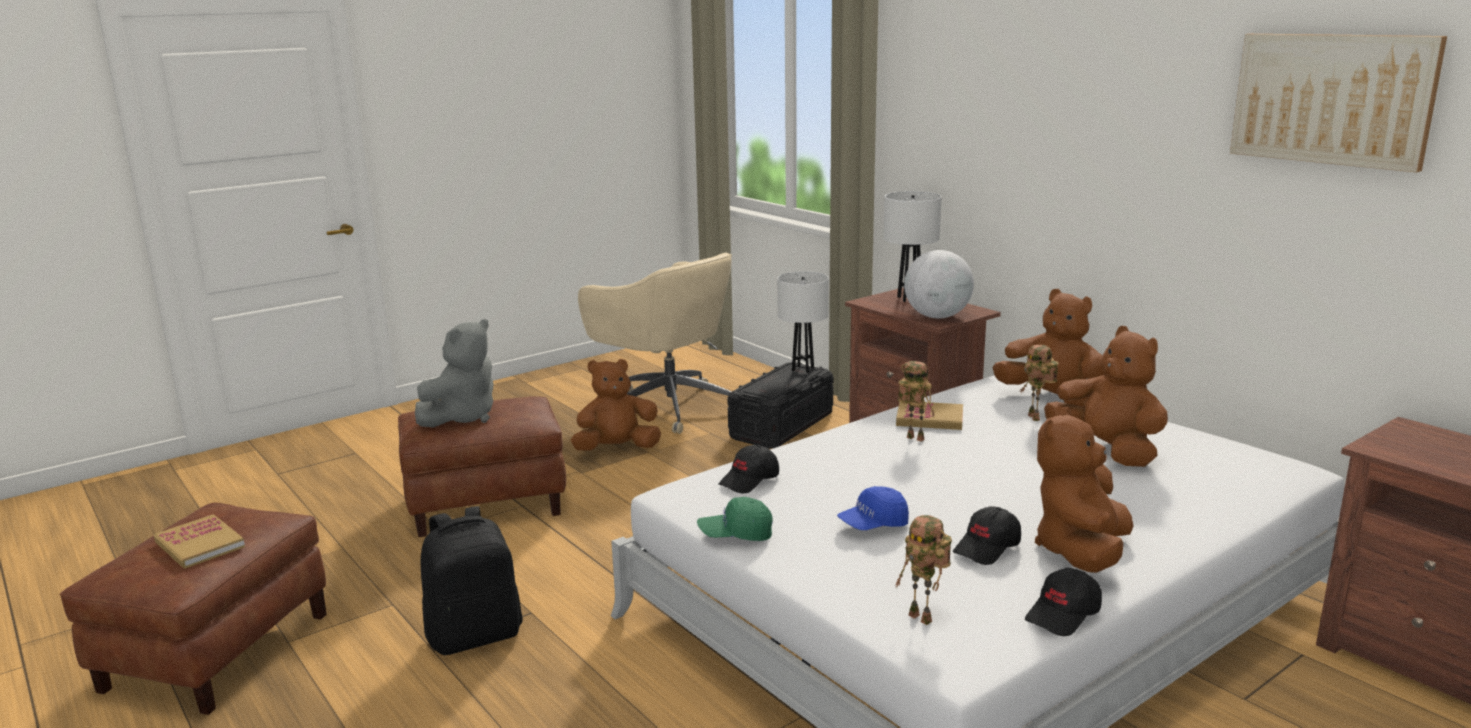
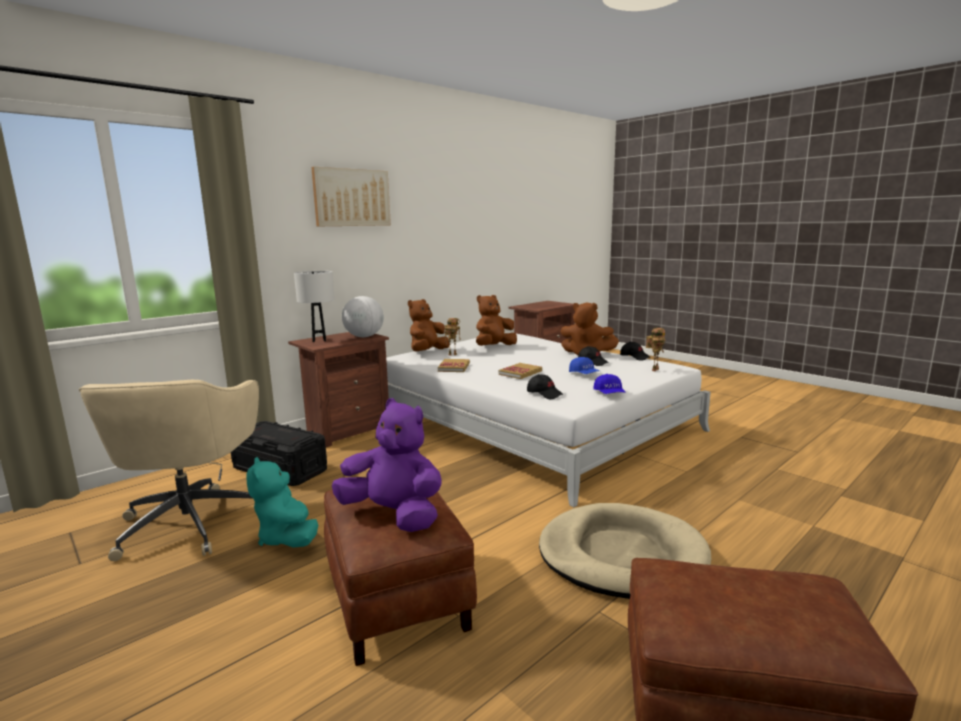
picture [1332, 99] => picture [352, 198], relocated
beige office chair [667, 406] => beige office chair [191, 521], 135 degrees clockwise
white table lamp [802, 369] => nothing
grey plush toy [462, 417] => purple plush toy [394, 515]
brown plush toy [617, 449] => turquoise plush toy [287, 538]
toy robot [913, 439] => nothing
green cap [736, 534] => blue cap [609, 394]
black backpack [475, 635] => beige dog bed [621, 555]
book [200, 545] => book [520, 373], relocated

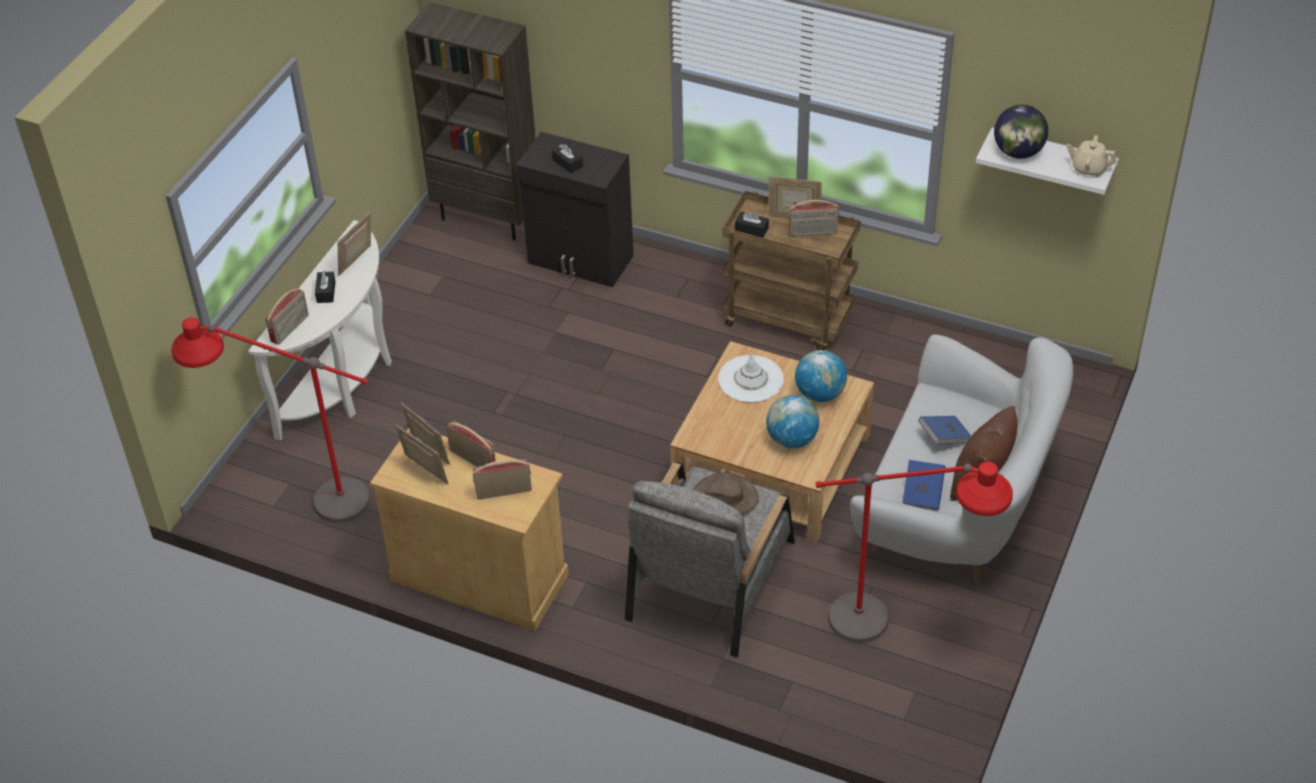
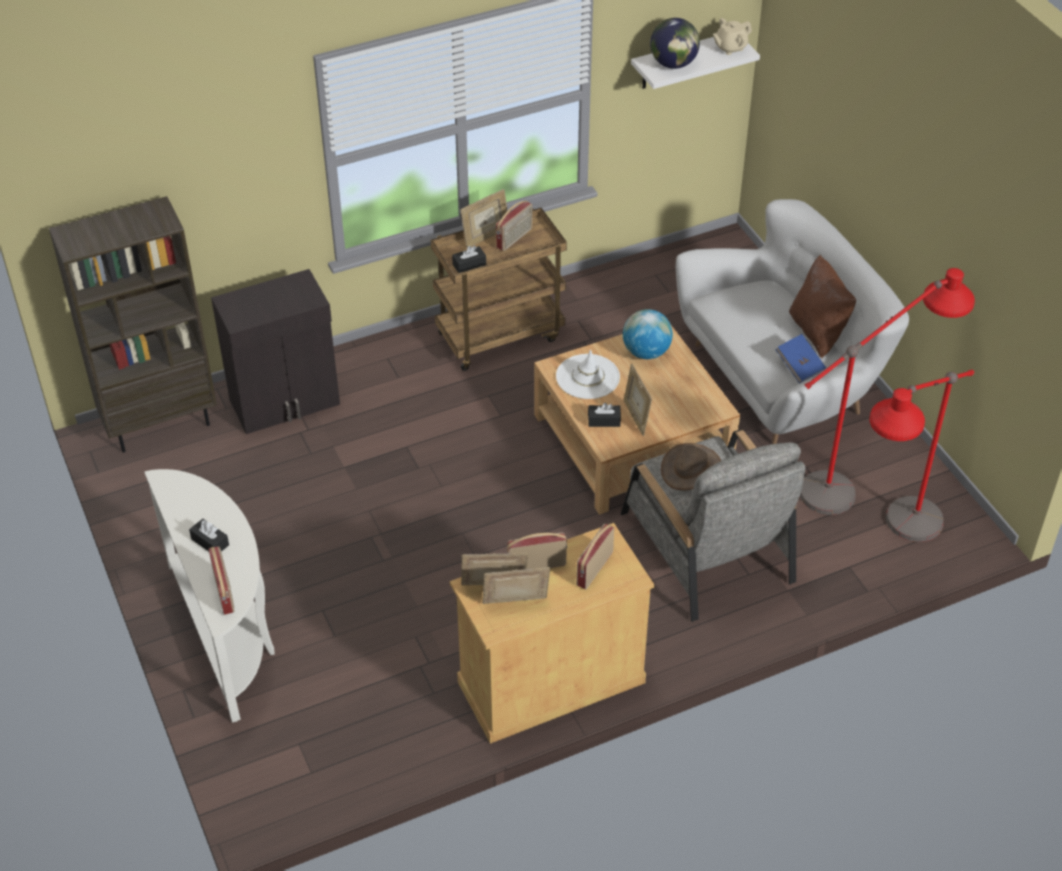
black tissue box [567, 163] => black tissue box [604, 420], relocated
picture frame [357, 261] => picture frame [636, 417], relocated
red floor lamp [301, 502] => red floor lamp [893, 544], relocated
globe [791, 439] => nothing
blue book [944, 437] => nothing

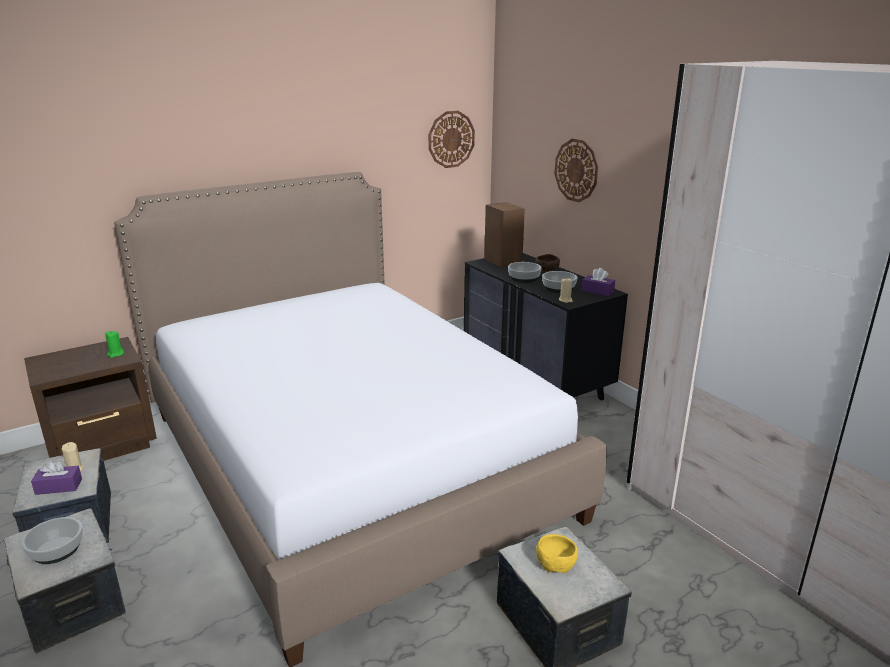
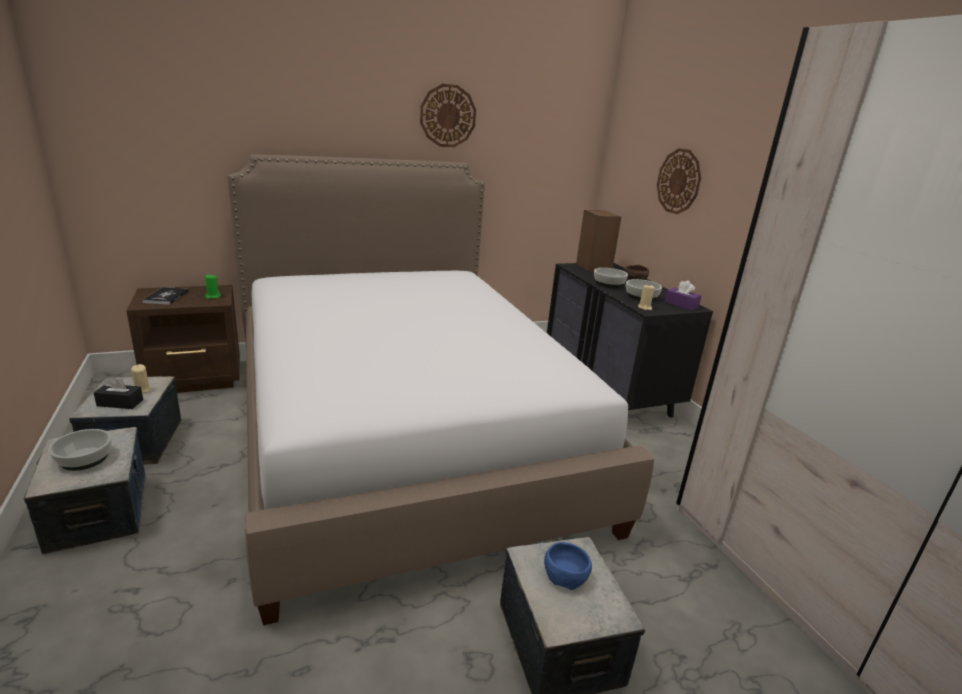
wall clock [451, 139] => wall clock [448, 116], relocated
purple tissue box [59, 487] => black tissue box [120, 403]
yellow bowl [555, 562] => blue bowl [565, 575]
nothing => book [166, 297]

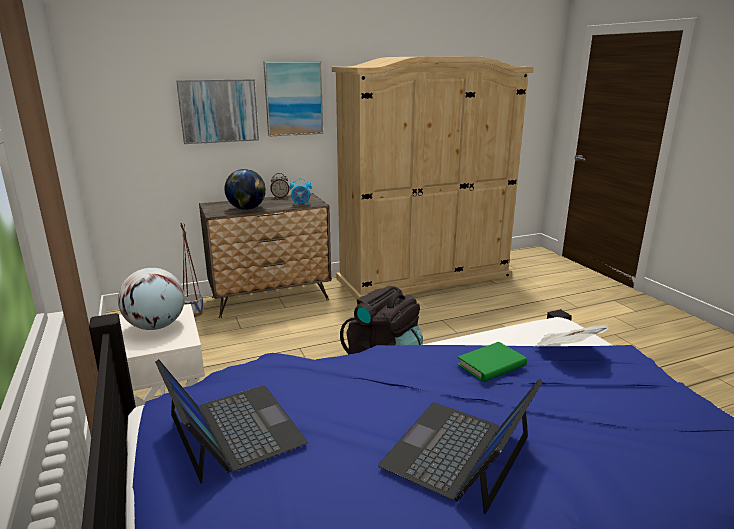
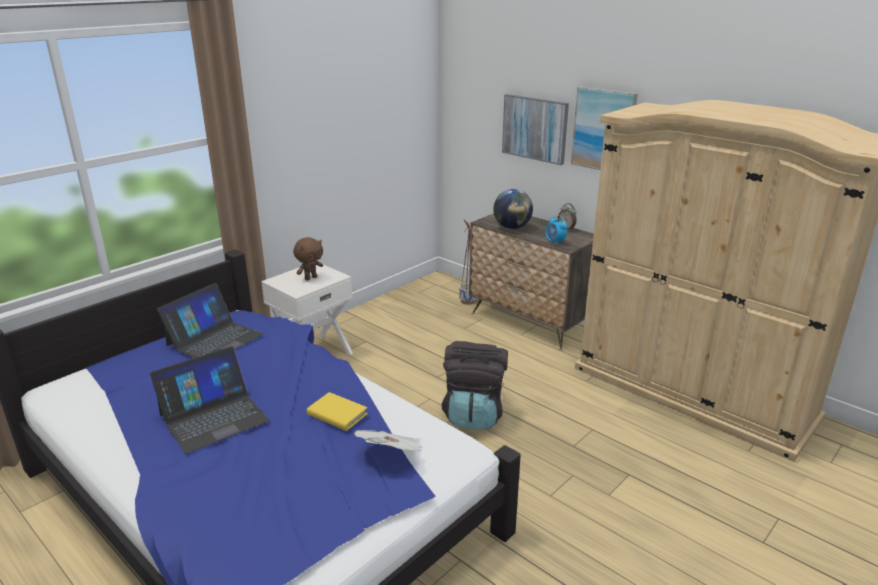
globe [156, 326] => brown plush toy [310, 278]
green book [491, 365] => yellow book [337, 414]
laptop [459, 453] => laptop [213, 417], 135 degrees clockwise

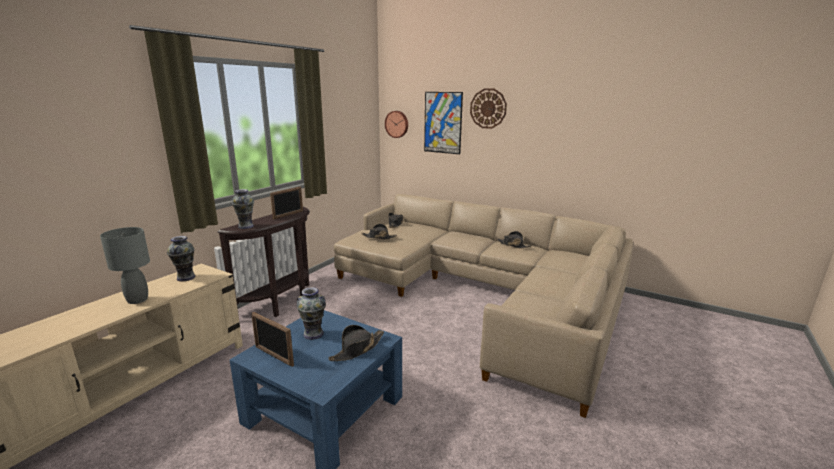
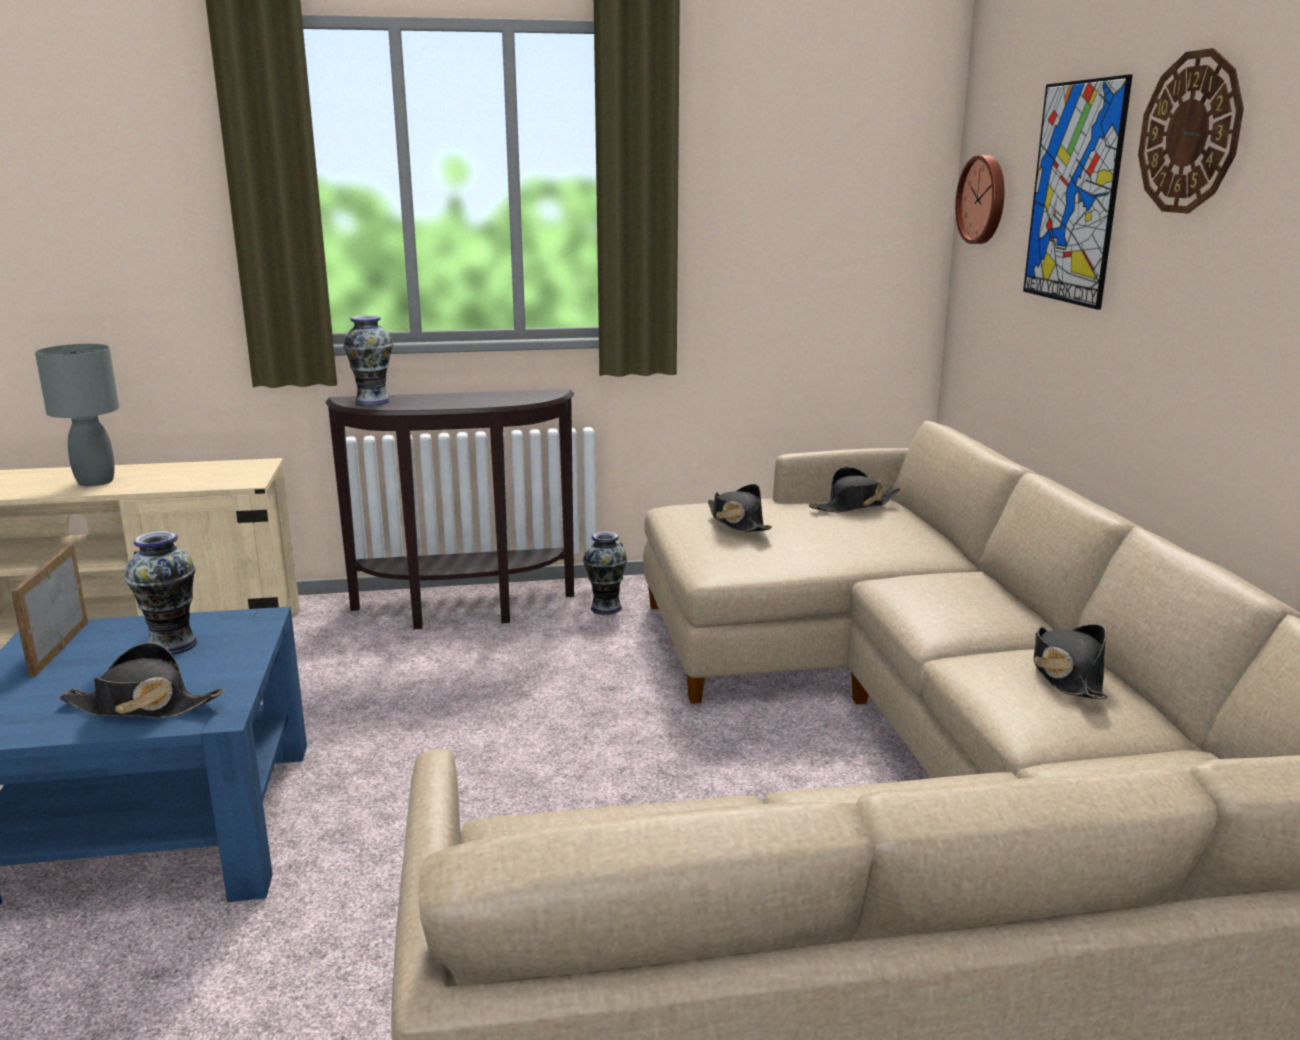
picture frame [288, 215] => nothing
vase [186, 277] => vase [606, 608], relocated

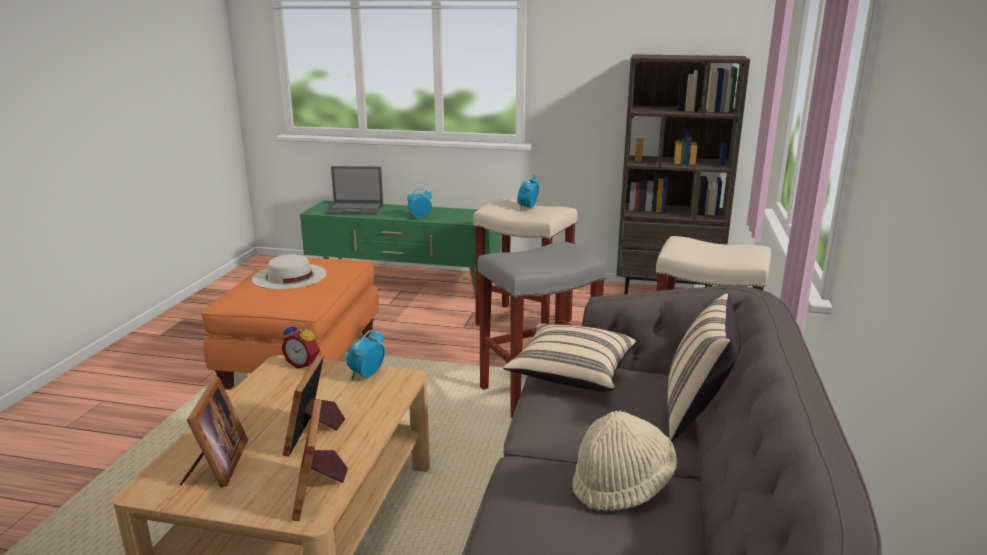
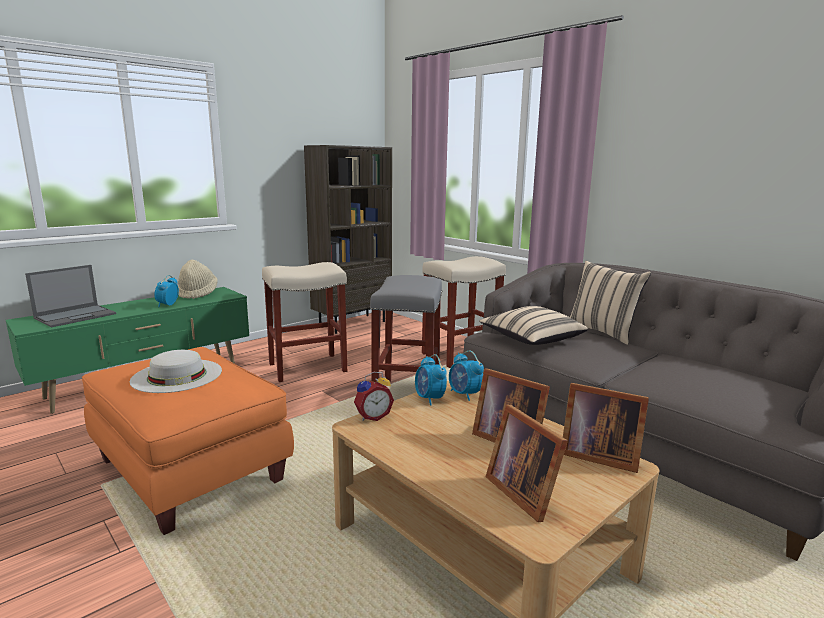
alarm clock [527, 208] => alarm clock [464, 394], relocated
picture frame [216, 466] => picture frame [523, 491], 150 degrees counterclockwise
beige hat [622, 485] => beige hat [198, 293], relocated

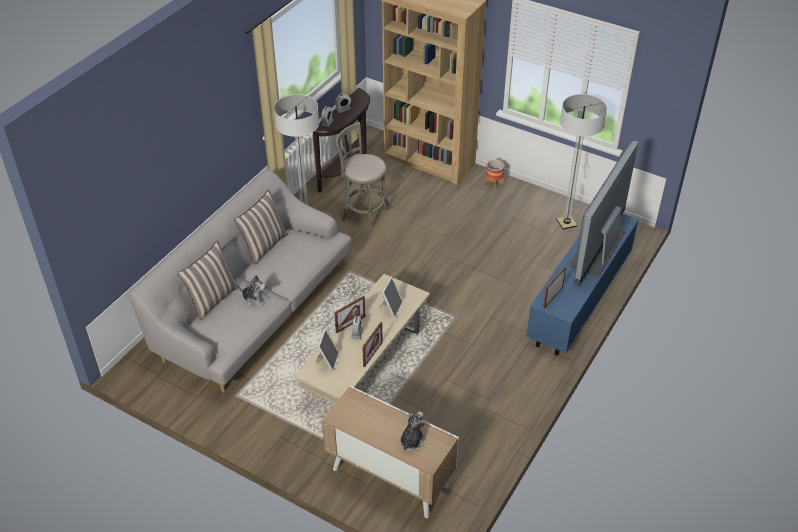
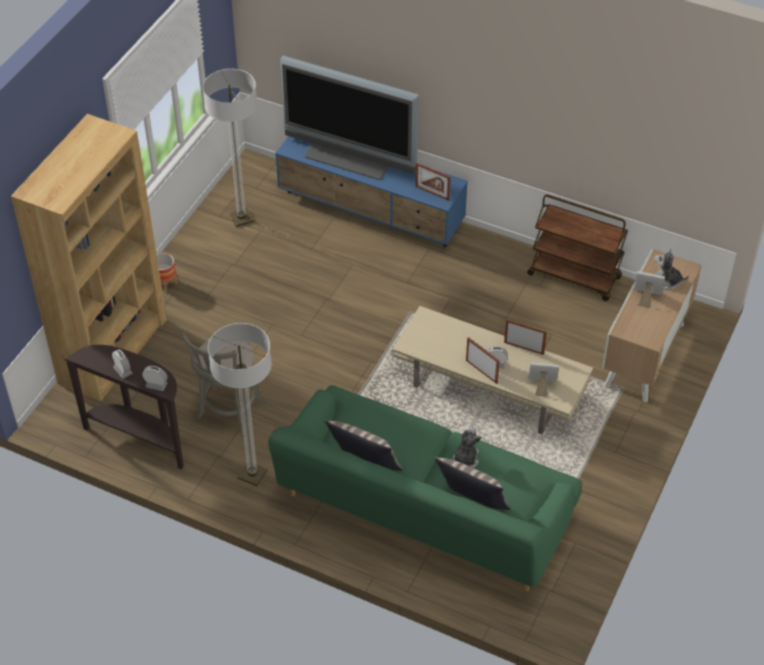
grey sofa [253, 309] => green sofa [424, 509]
picture frame [391, 308] => picture frame [646, 298], relocated
nothing => brown cart [575, 276]

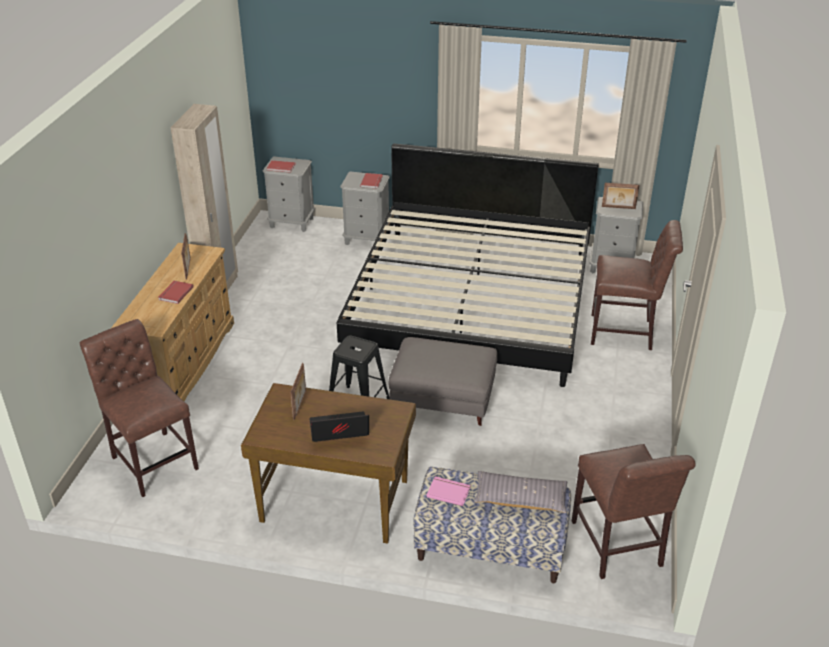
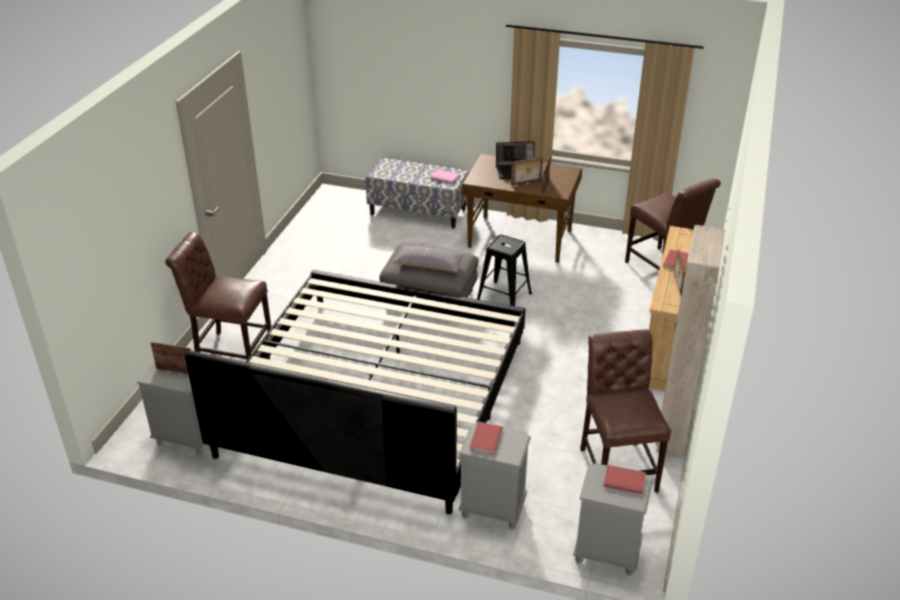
brown chair [618, 547] => brown chair [617, 466], relocated
grey pillow [520, 499] => grey pillow [428, 265], relocated
nothing => picture frame [526, 183]

